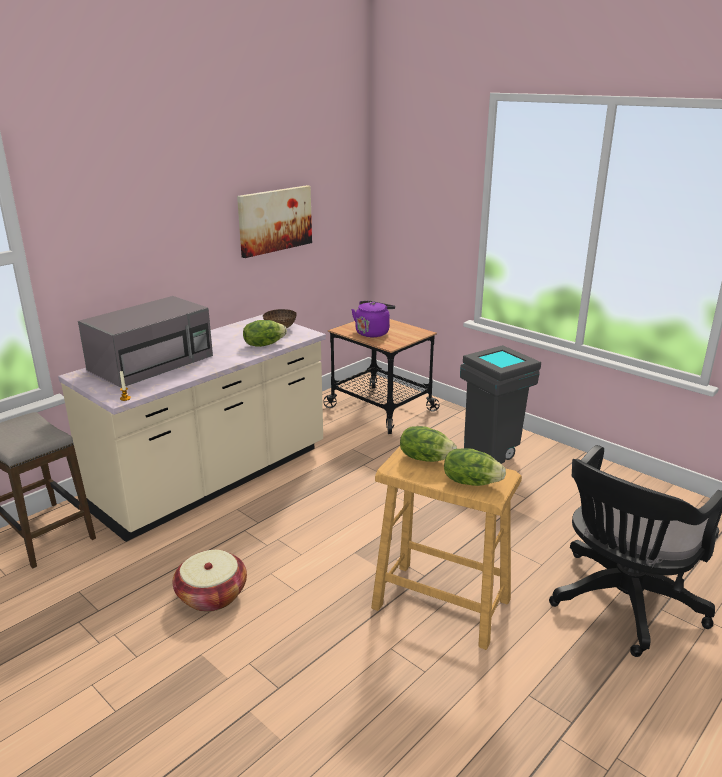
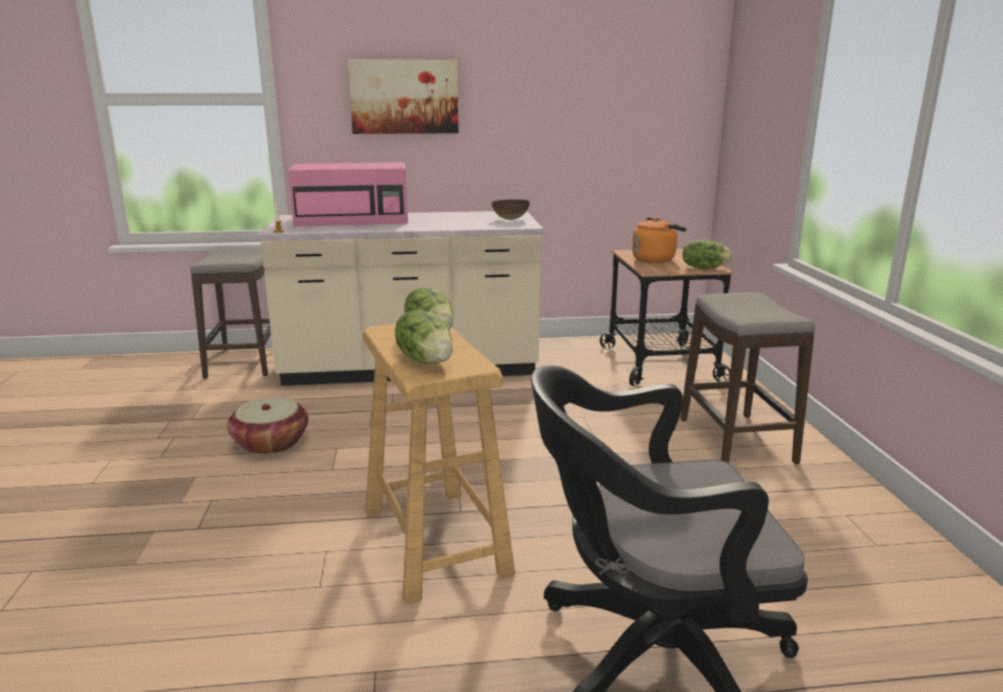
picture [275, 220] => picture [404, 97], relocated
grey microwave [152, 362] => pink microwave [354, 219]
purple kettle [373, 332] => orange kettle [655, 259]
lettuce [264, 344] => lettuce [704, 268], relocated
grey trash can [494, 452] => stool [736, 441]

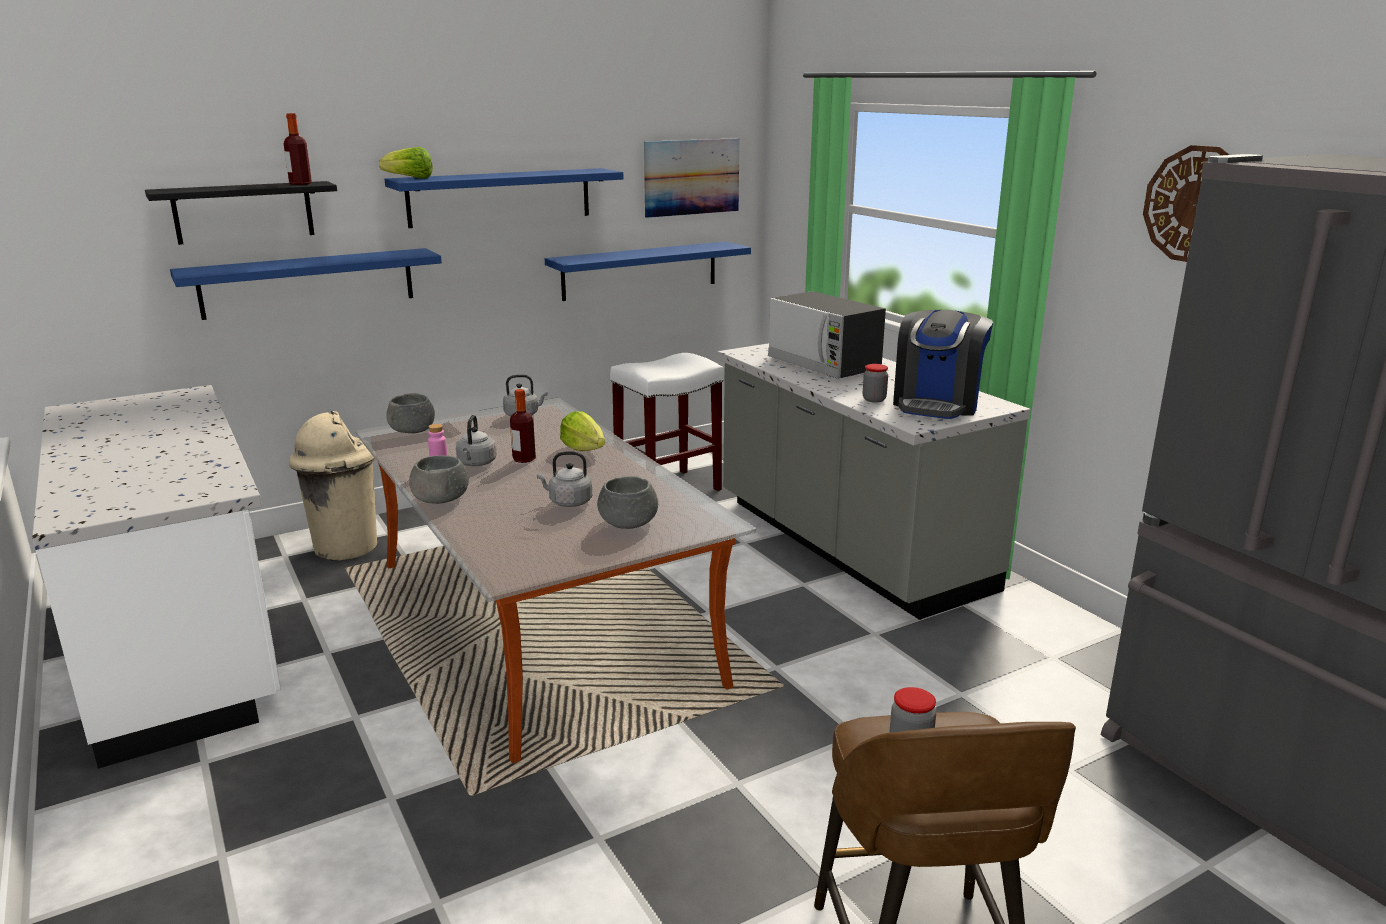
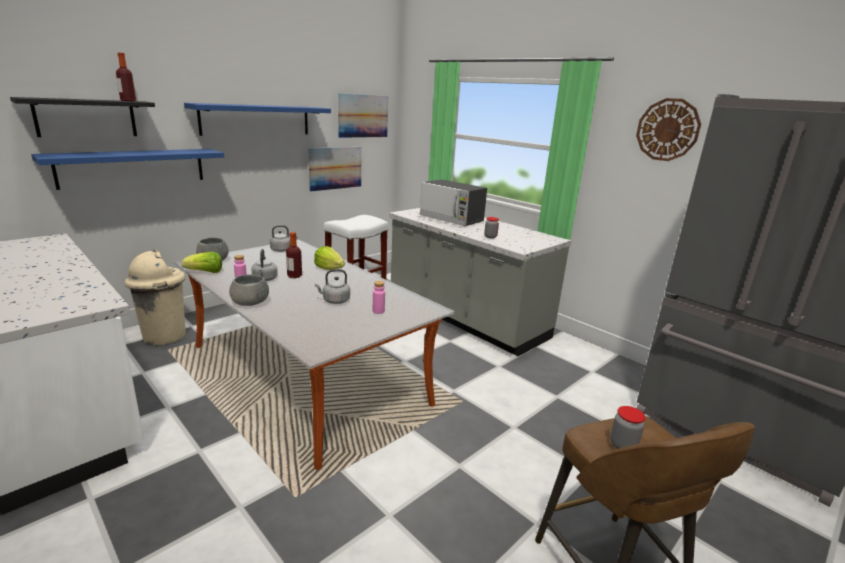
lettuce [410, 178] => lettuce [205, 272], relocated
blue shelf [640, 270] => picture [335, 168]
coffee machine [937, 404] => nothing
grey bowl [629, 522] => pink bottle [378, 311]

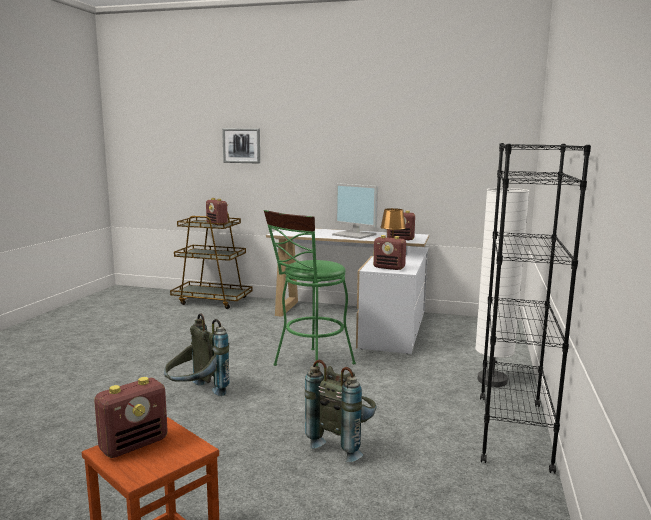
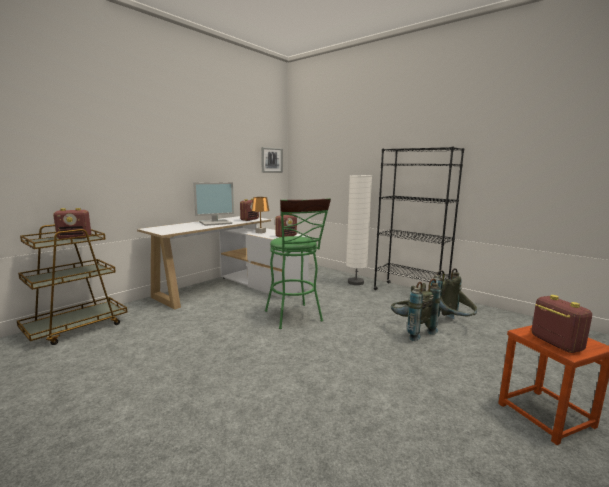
picture [241, 145] => picture [271, 160], relocated
grey backpack [196, 395] => grey backpack [452, 325], relocated

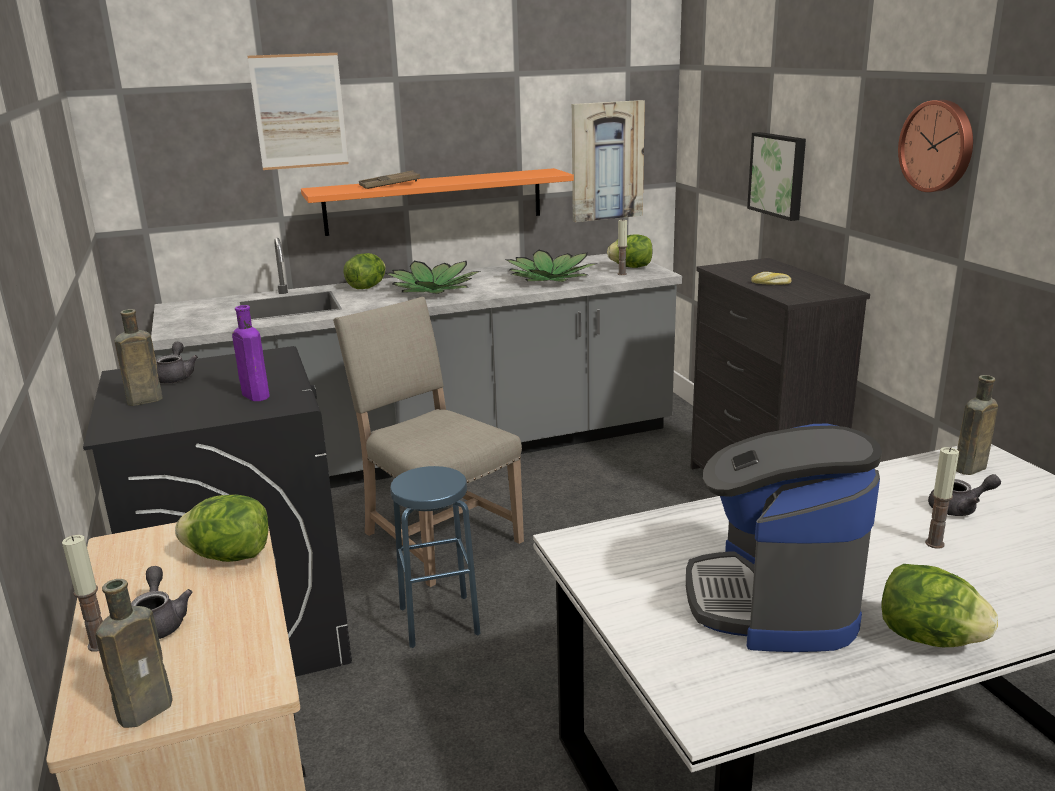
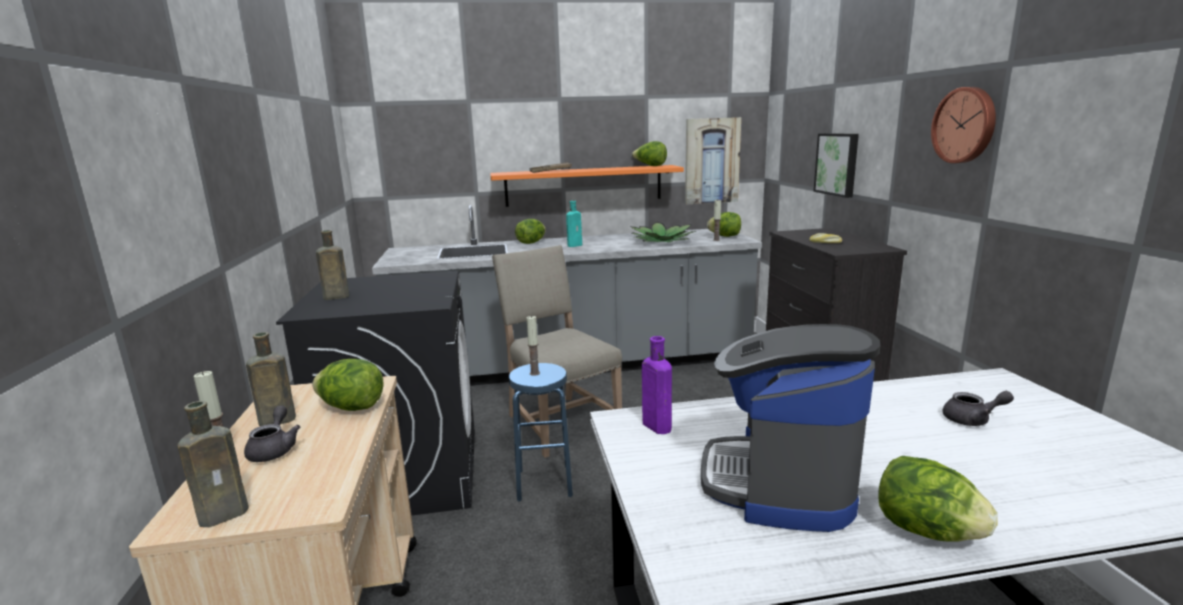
picture [299, 111] => nothing
potted plant [433, 289] => turquoise bottle [576, 245]
purple bottle [254, 395] => purple bottle [655, 425], relocated
grey teapot [176, 377] => nothing
brown bottle [968, 469] => brown bottle [274, 421], relocated
candle [934, 543] => candle [534, 373], relocated
nothing => lettuce [650, 166]

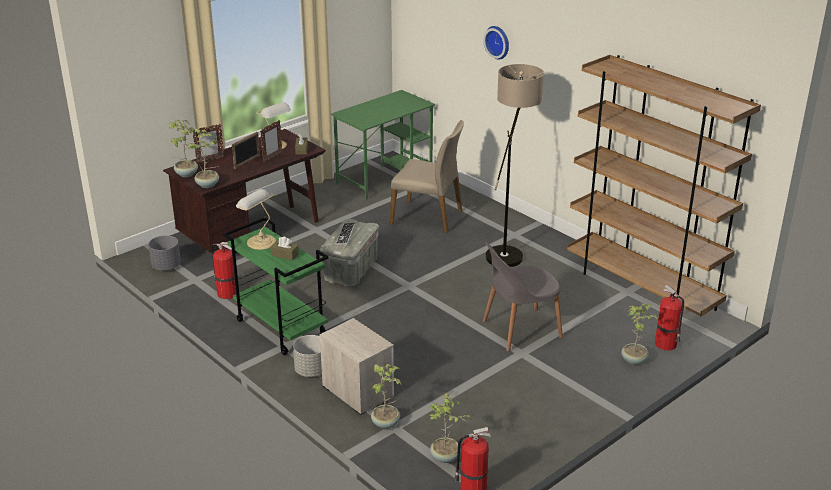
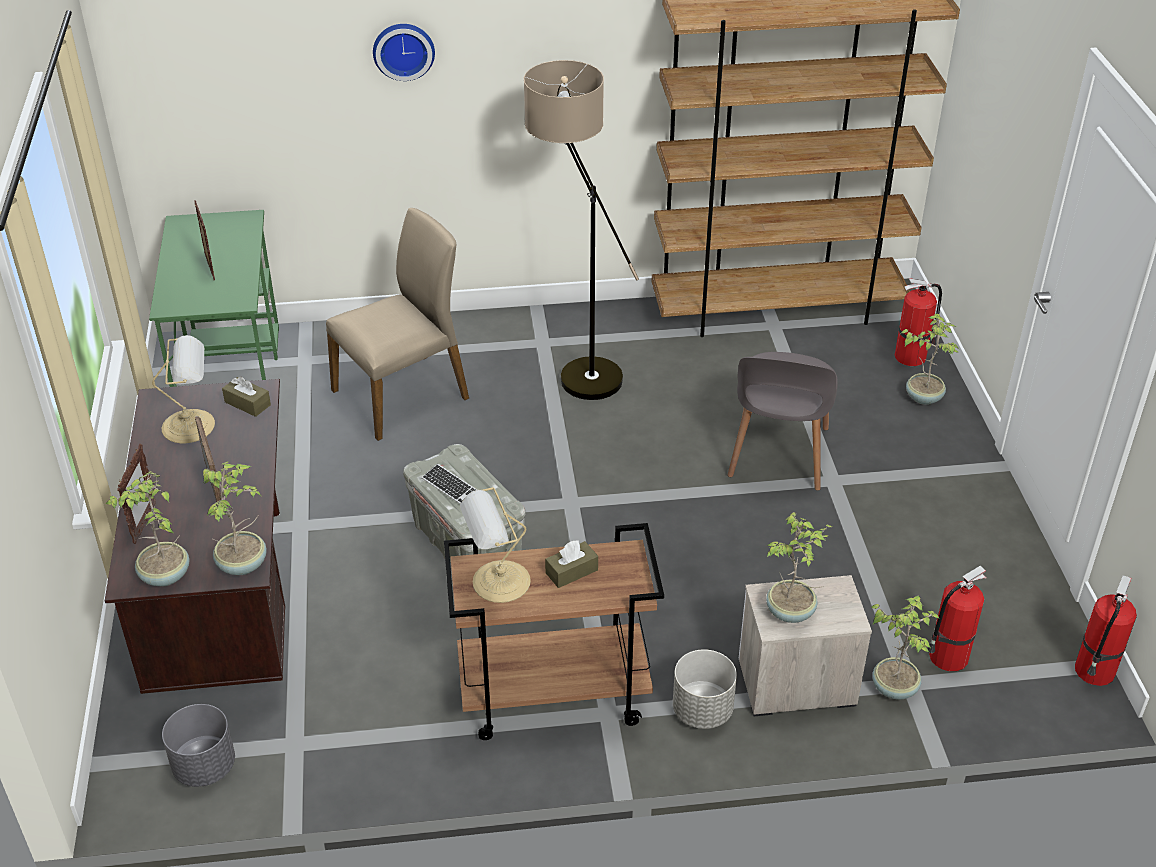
picture frame [272, 157] => picture frame [209, 268], relocated
green cart [280, 328] => brown cart [552, 696]
fire extinguisher [226, 293] => fire extinguisher [947, 657], relocated
potted plant [445, 457] => potted plant [791, 612], relocated

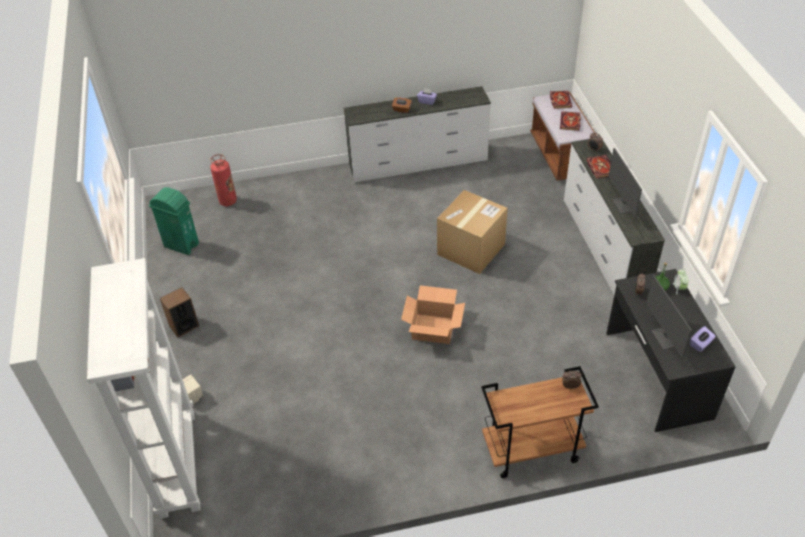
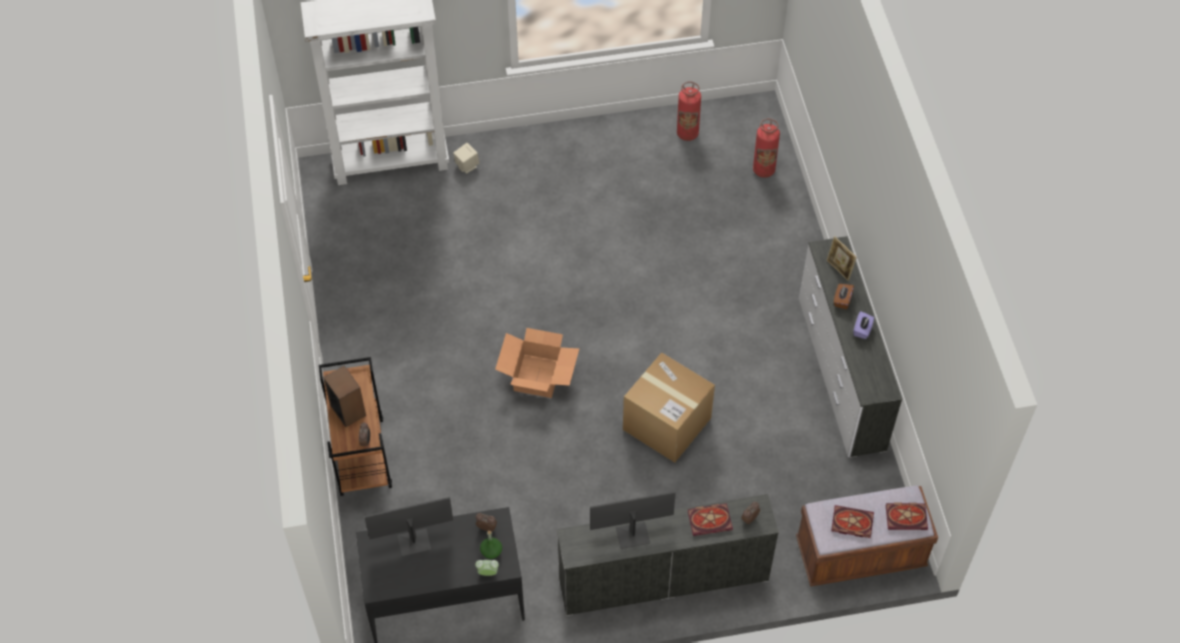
green trash can [181, 245] => fire extinguisher [687, 133]
speaker [184, 326] => speaker [348, 410], relocated
purple tissue box [701, 344] => nothing
nothing => picture frame [839, 270]

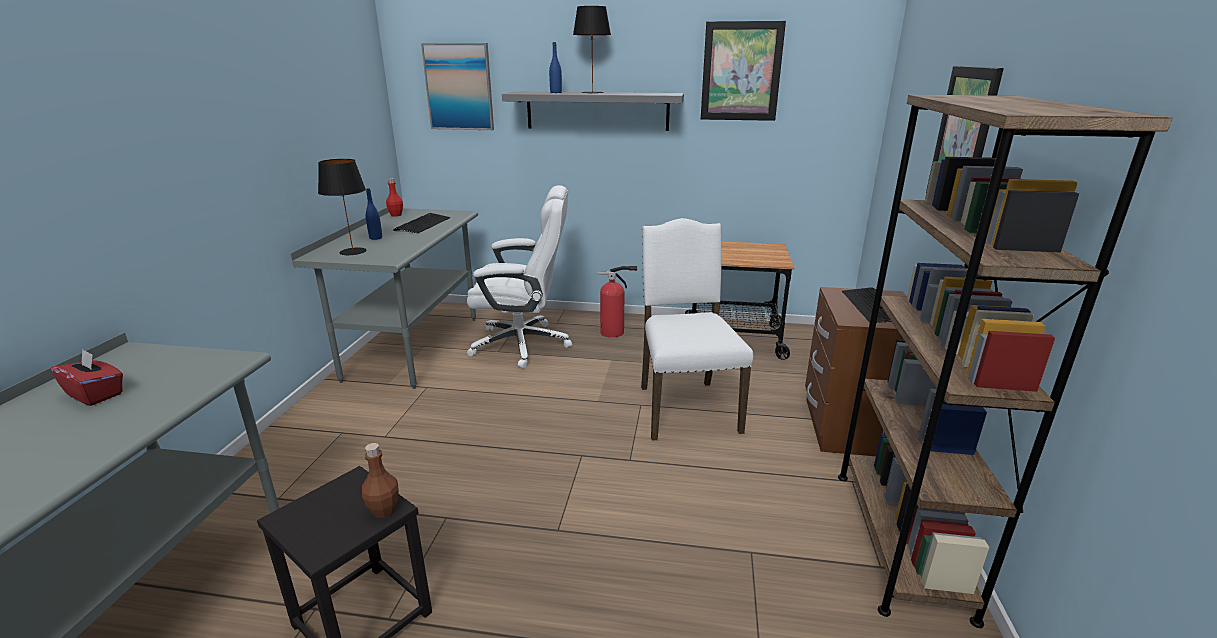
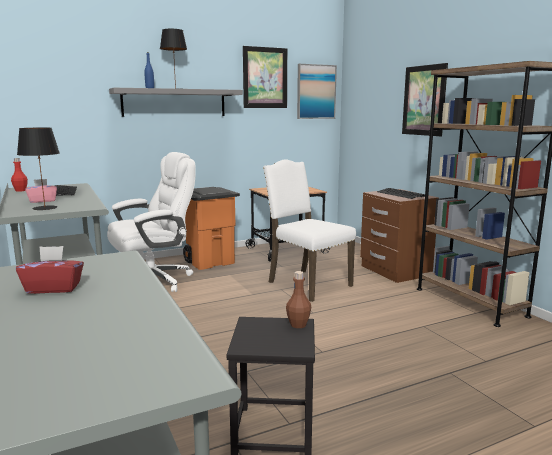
picture [459, 87] => picture [316, 92], relocated
blue bottle [376, 238] => pink tissue box [42, 201]
fire extinguisher [615, 332] => orange trash can [210, 262]

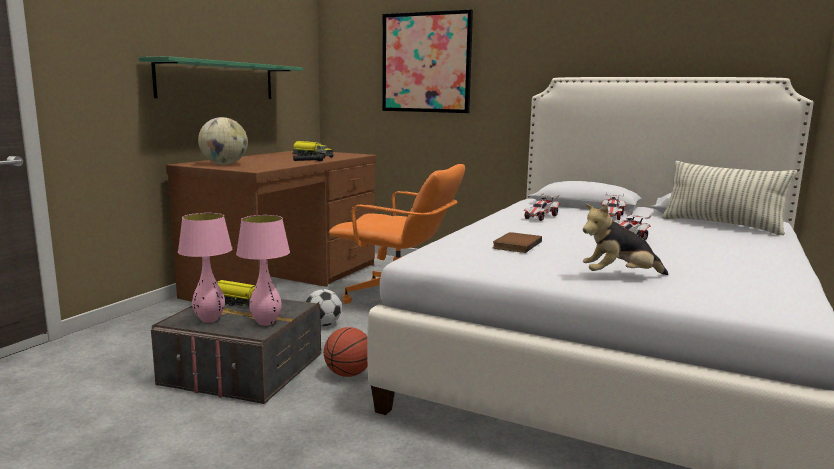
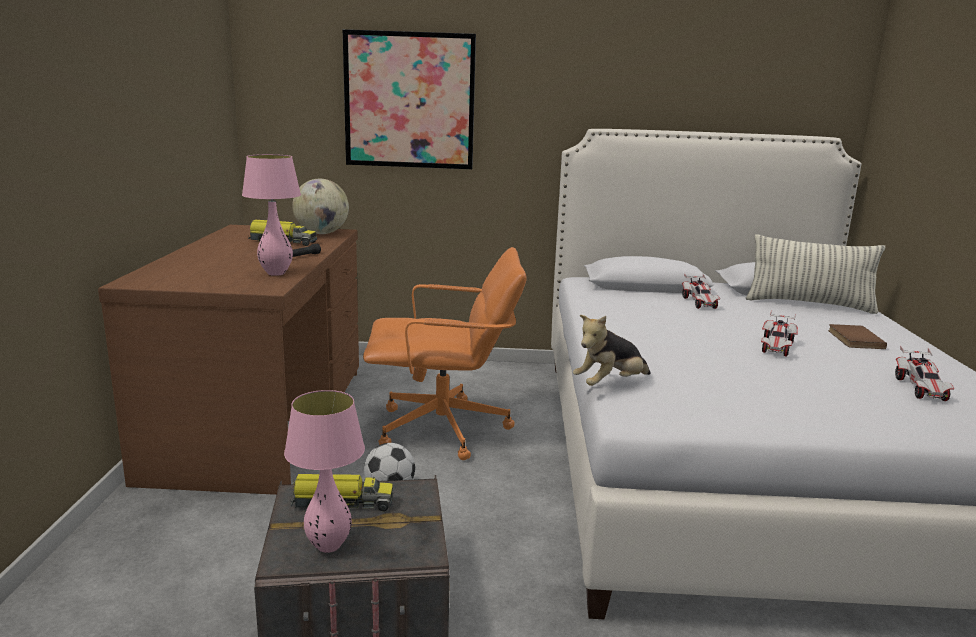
green shelf [217, 80] => nothing
globe [224, 164] => globe [322, 233], relocated
toy car [541, 217] => toy car [921, 389], relocated
plush toy [619, 276] => plush toy [610, 384], relocated
pink table lamp [266, 323] => pink table lamp [276, 273], relocated
brown book [515, 245] => brown book [853, 339], relocated
basketball [348, 374] => nothing

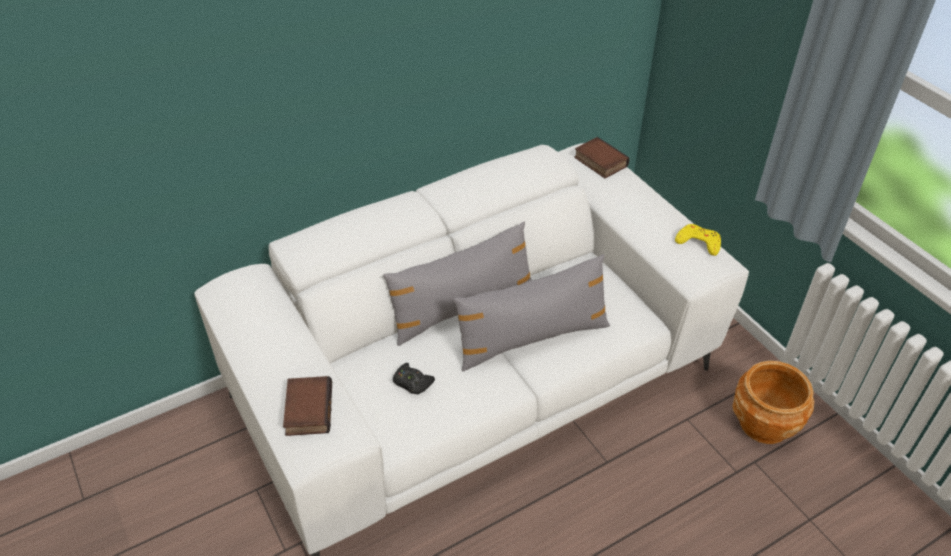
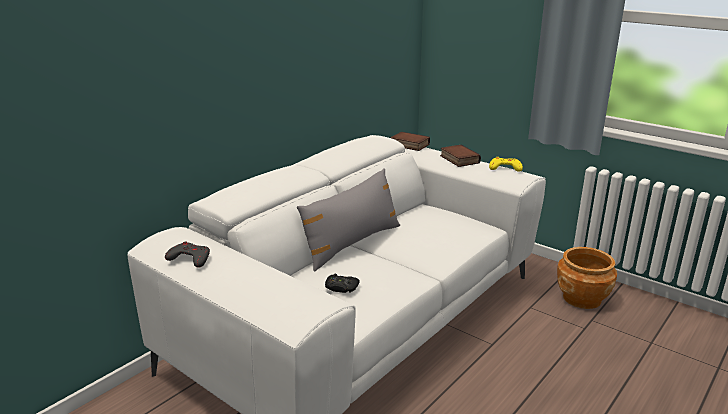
grey pillow [531, 338] => nothing
book [307, 409] => book [458, 159], relocated
nothing => grey game controller [190, 258]

